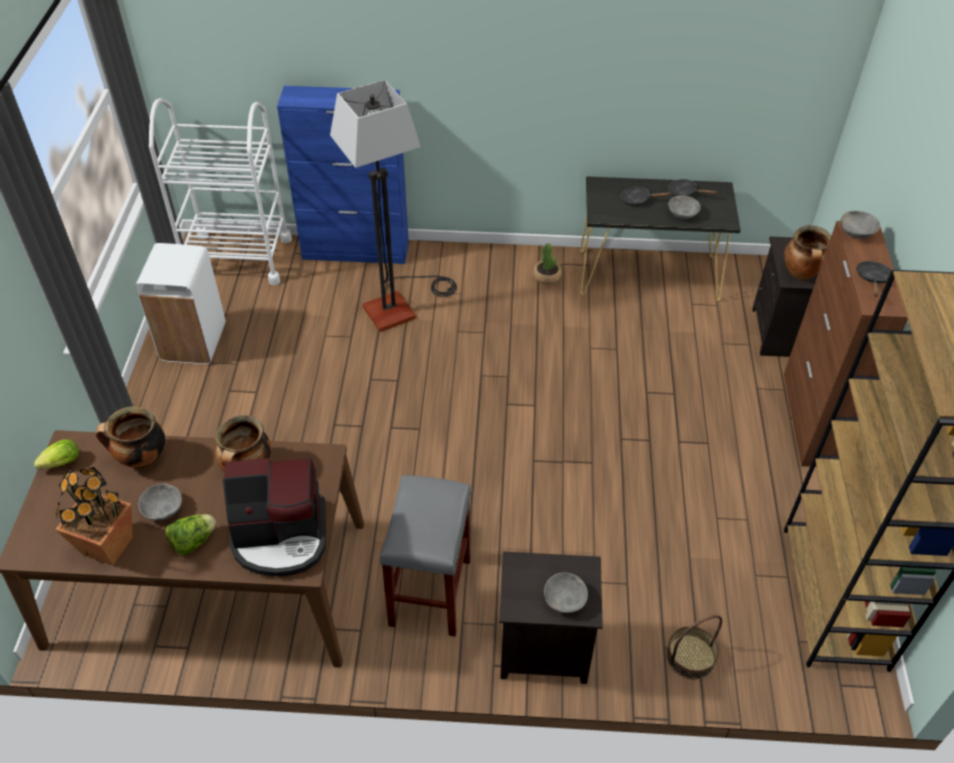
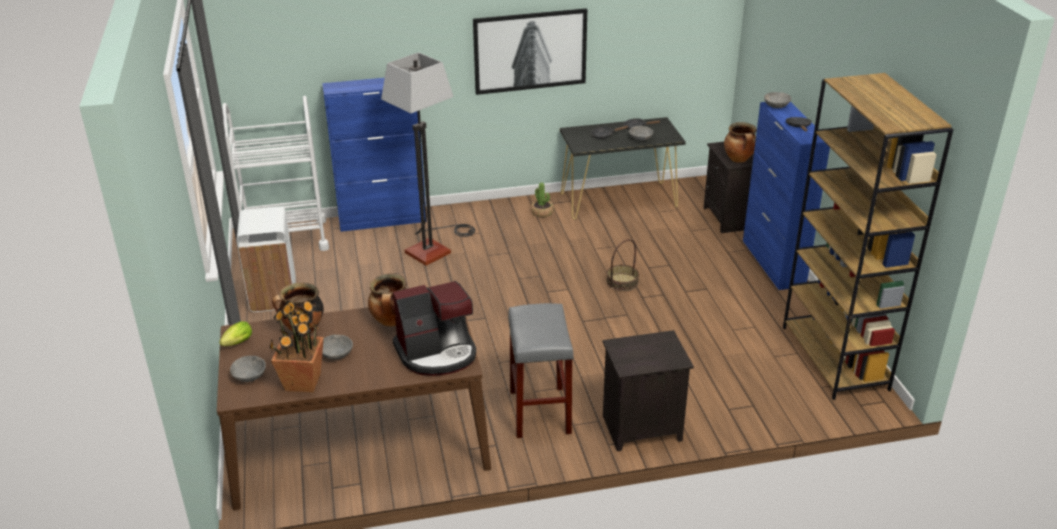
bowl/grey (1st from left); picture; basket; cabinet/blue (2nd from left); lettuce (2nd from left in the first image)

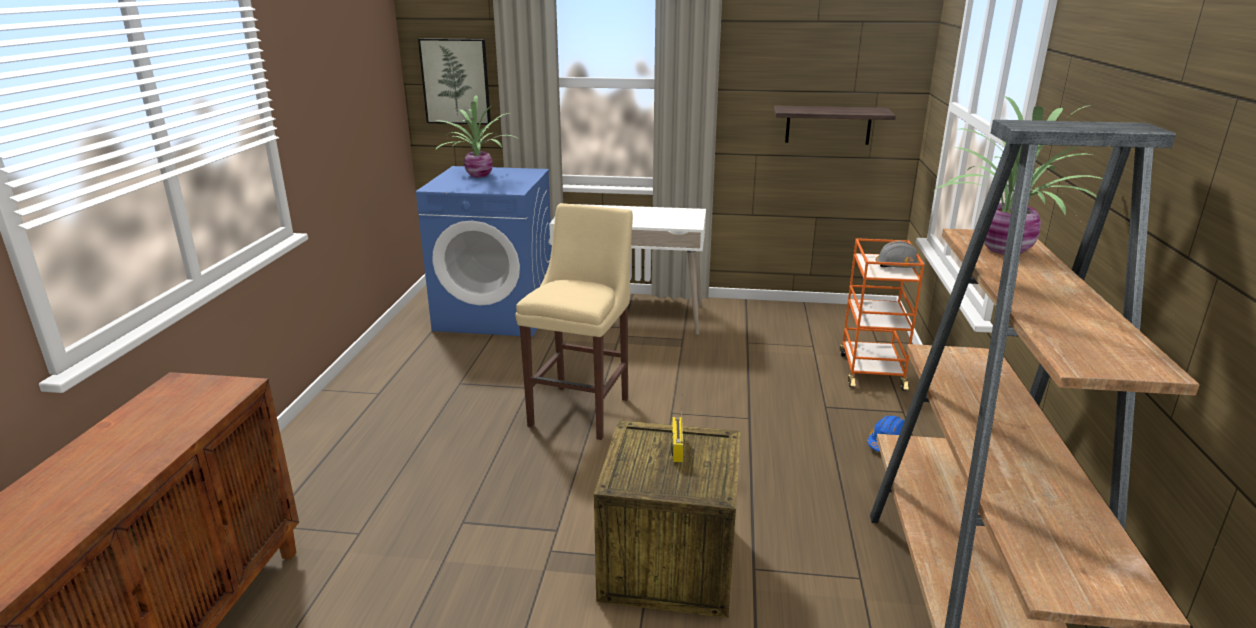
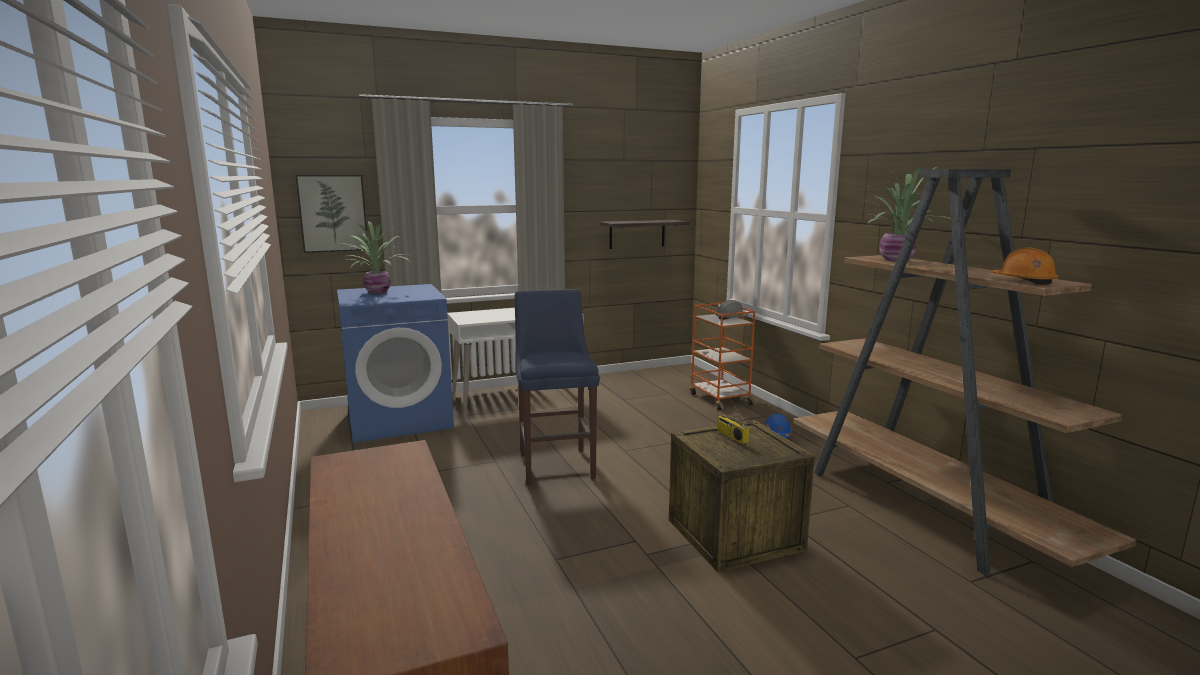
stool/blue; hard hat/orange

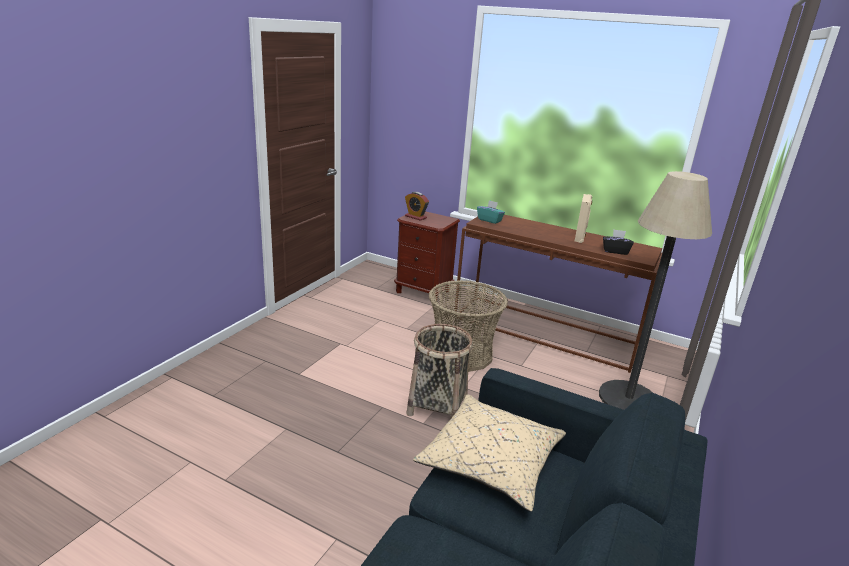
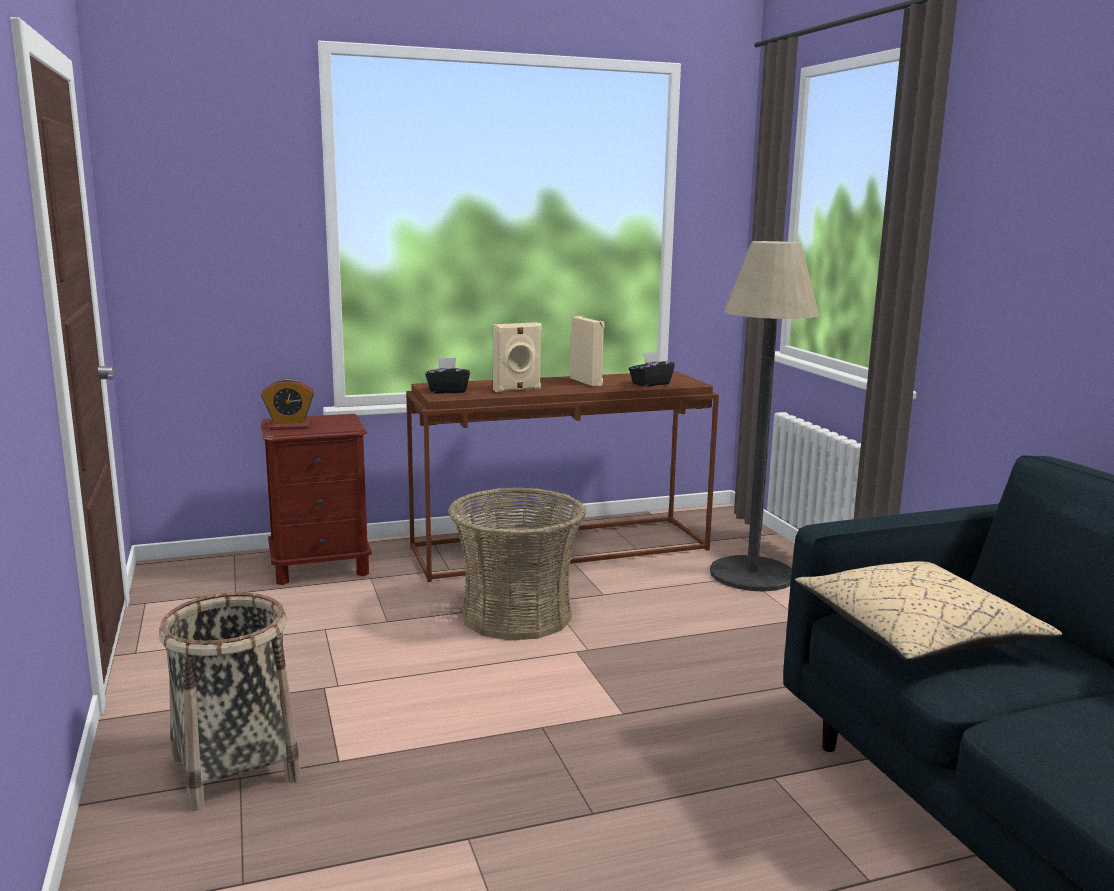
basket (1st from left); tissue box/black (1st from left); speaker/beige (1st from left)

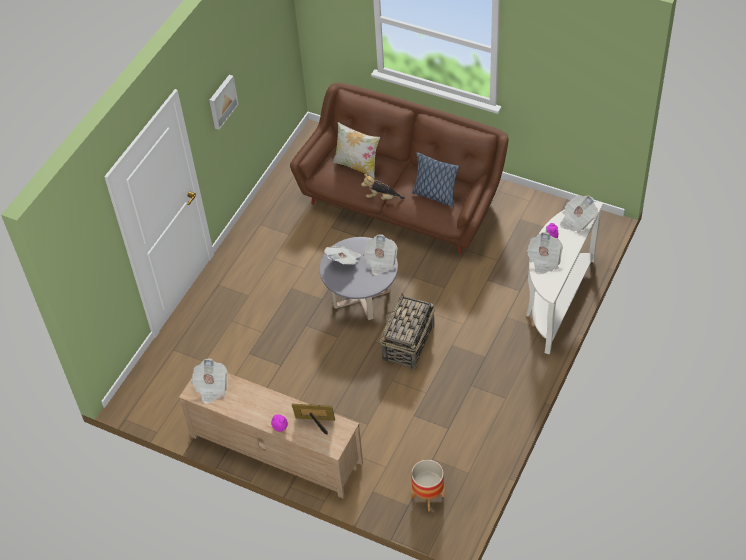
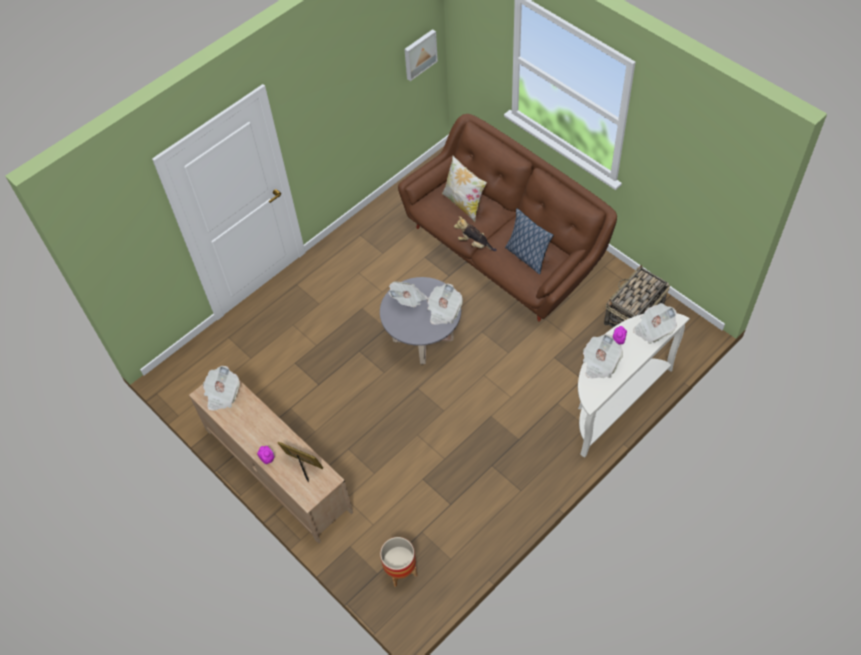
picture; basket

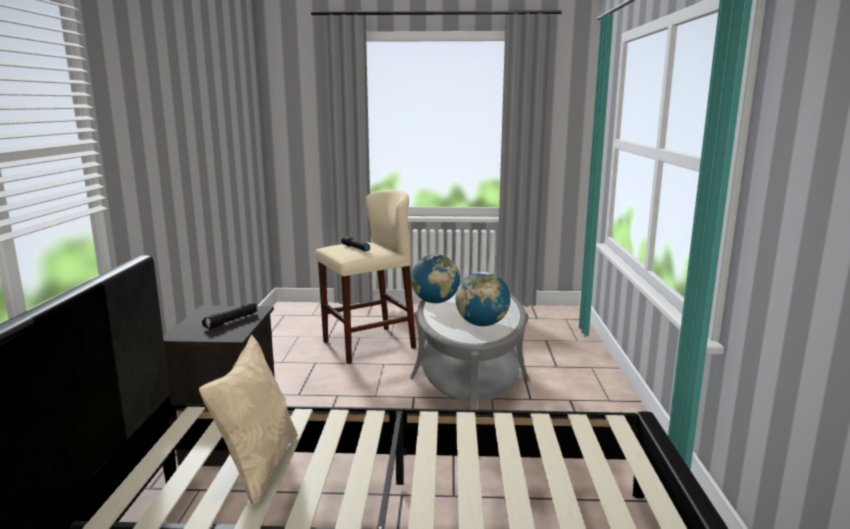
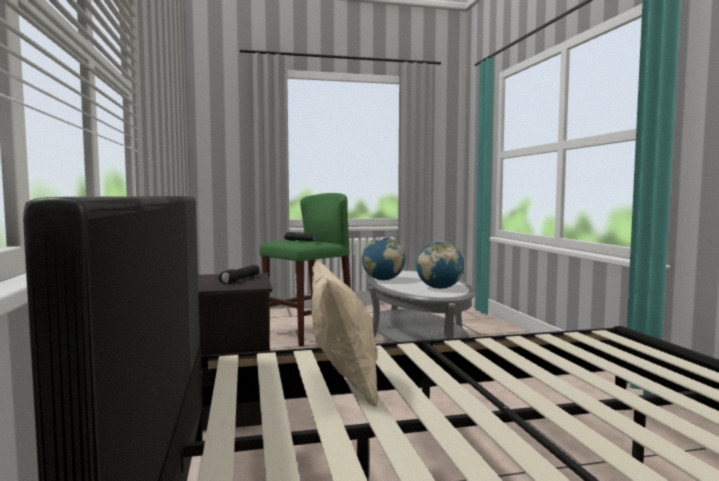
stool/green

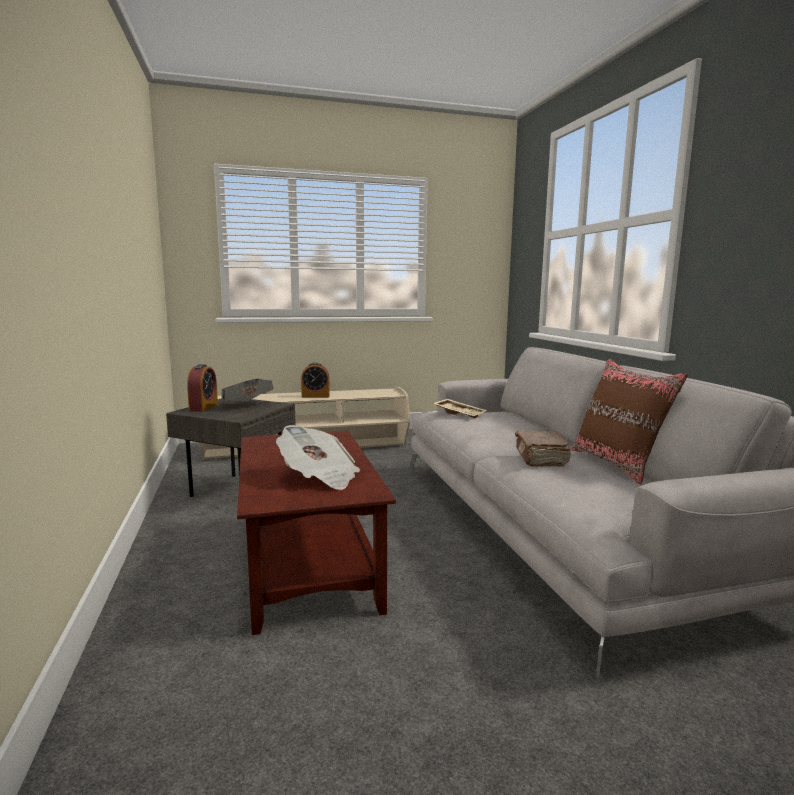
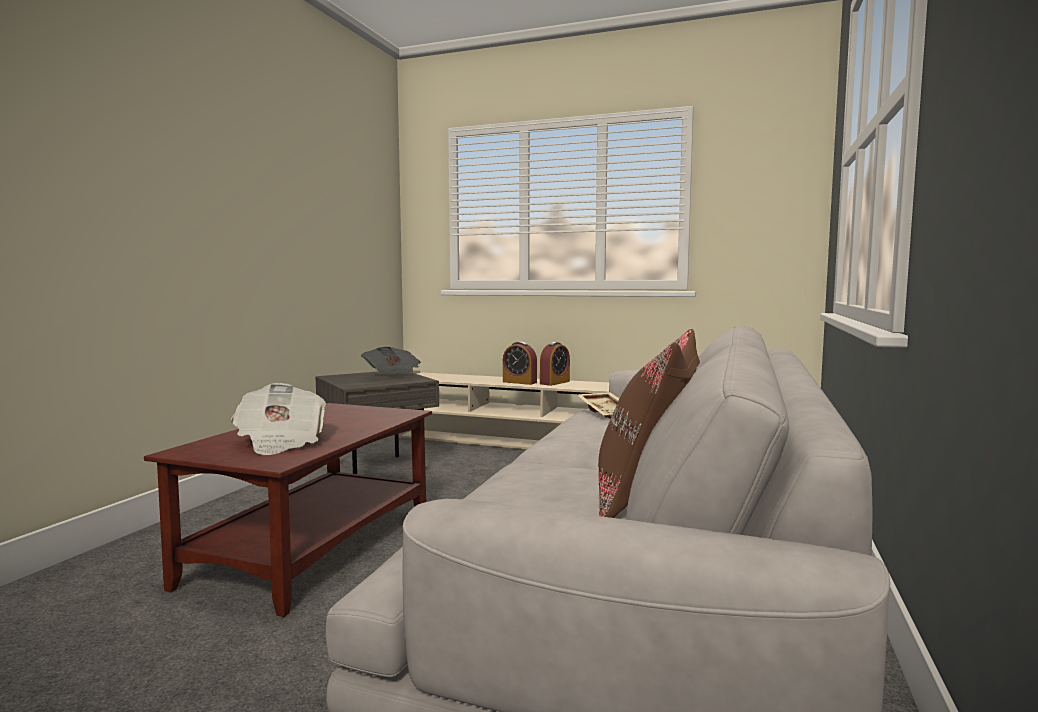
alarm clock (2nd from left); book/brown

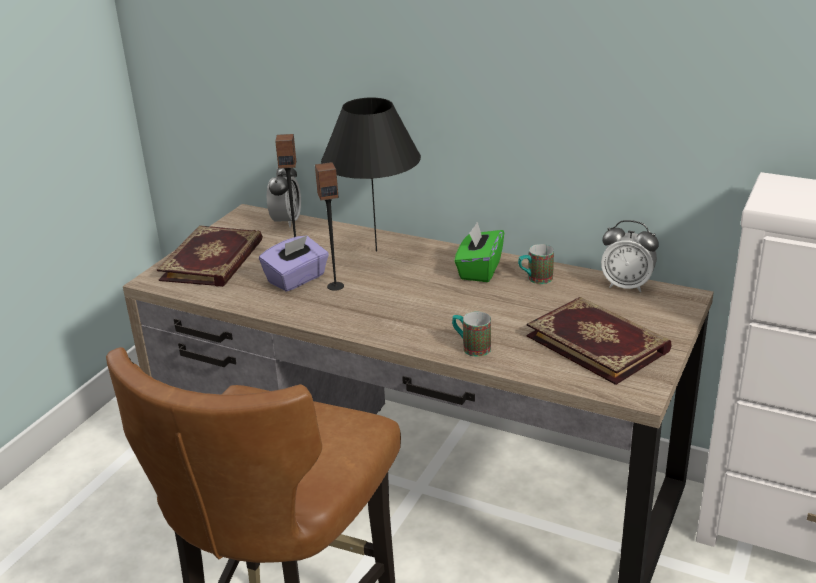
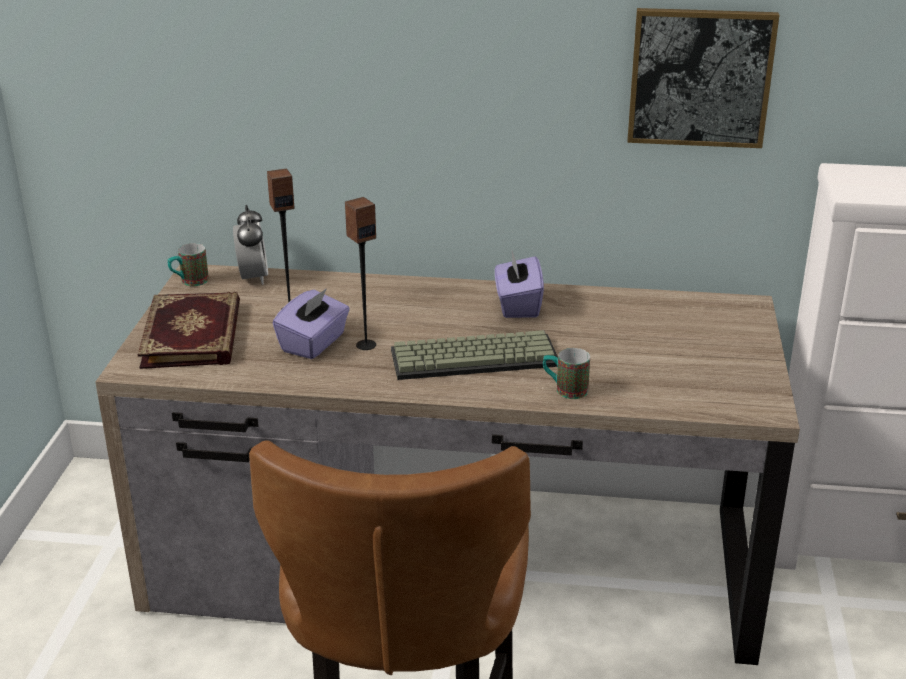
mug (1st from left); keyboard; tissue box/purple (2nd from left); picture; table lamp/black; book (2nd from left in the first image); alarm clock (2nd from left in the first image)

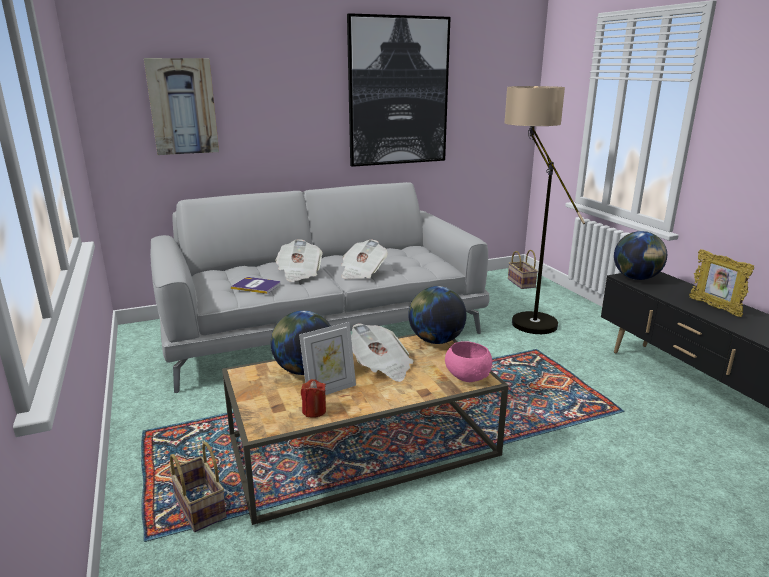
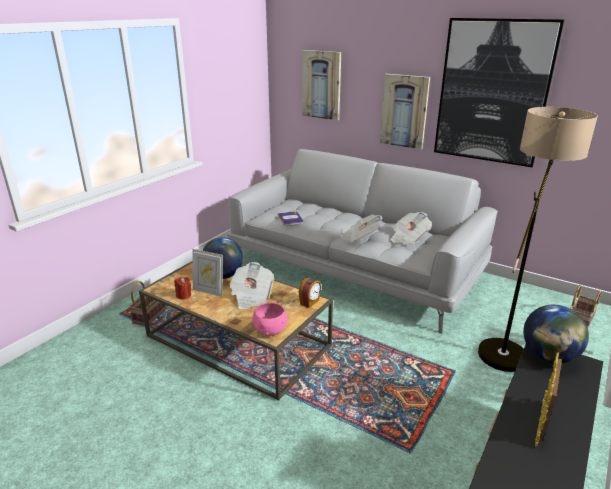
alarm clock; picture (2nd from left); newspaper (3rd from left)

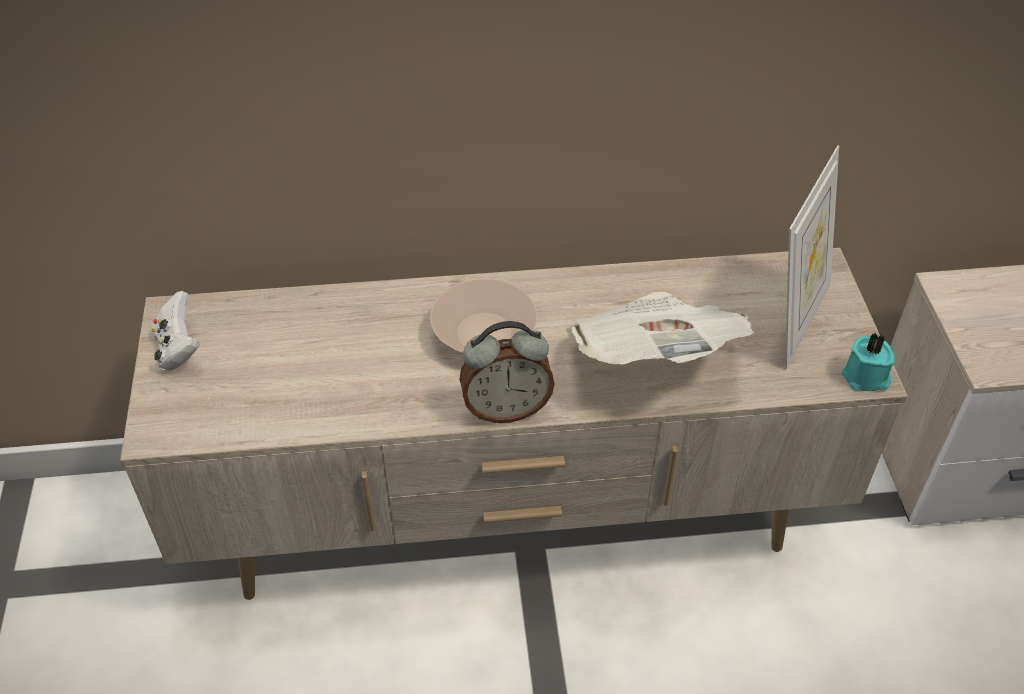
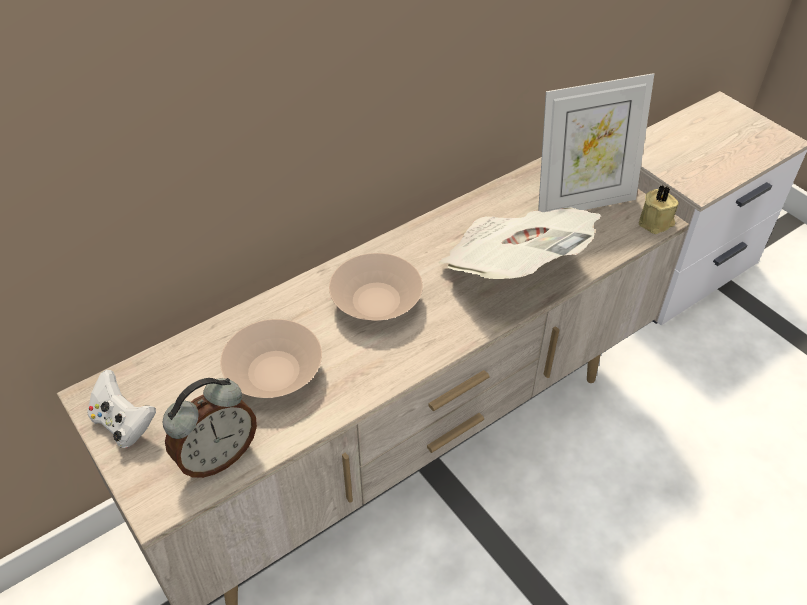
alarm clock; bowl/beige (1st from left); picture frame; candle/beige

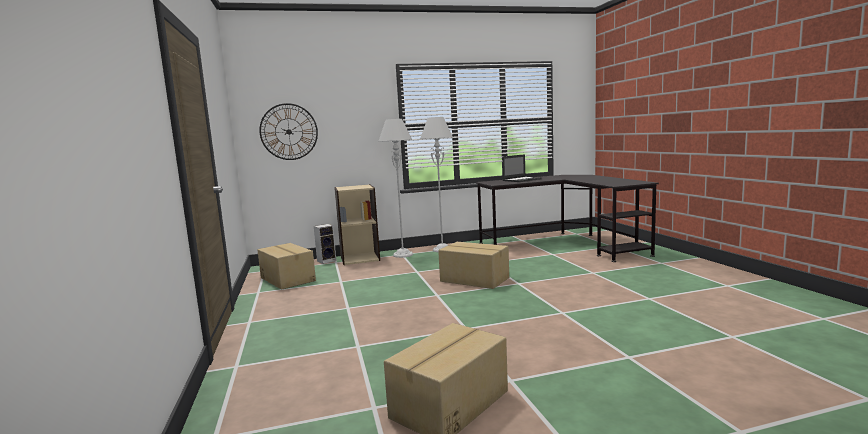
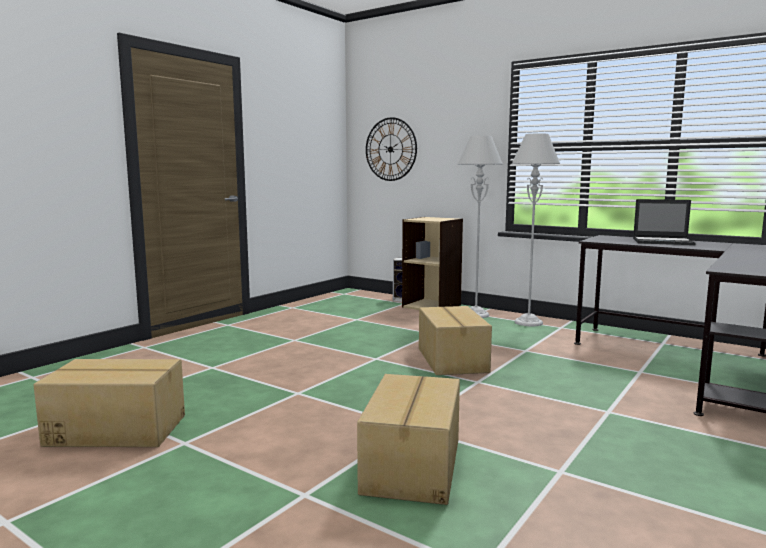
cardboard box (2nd from left)

